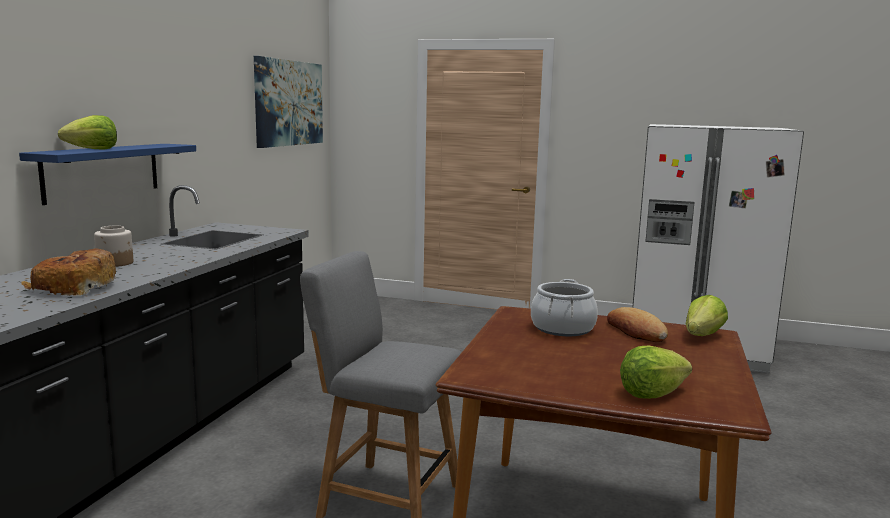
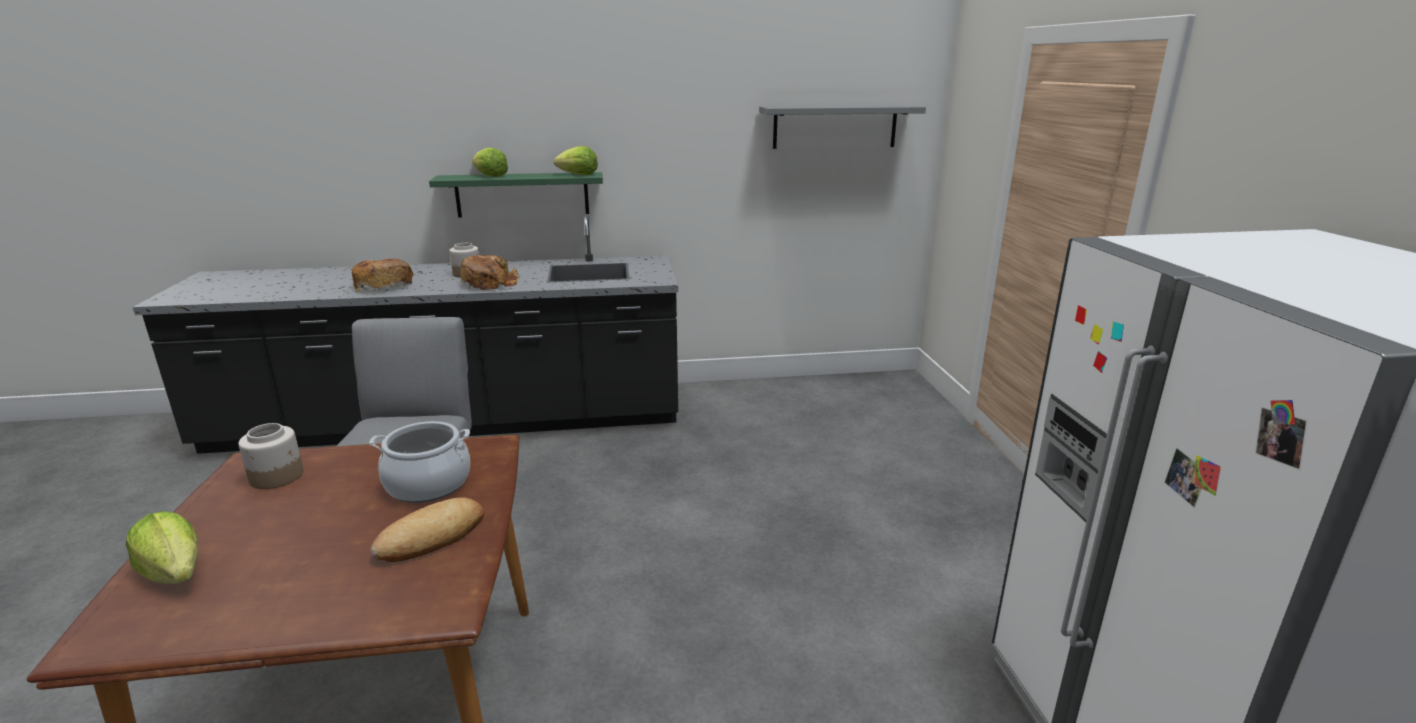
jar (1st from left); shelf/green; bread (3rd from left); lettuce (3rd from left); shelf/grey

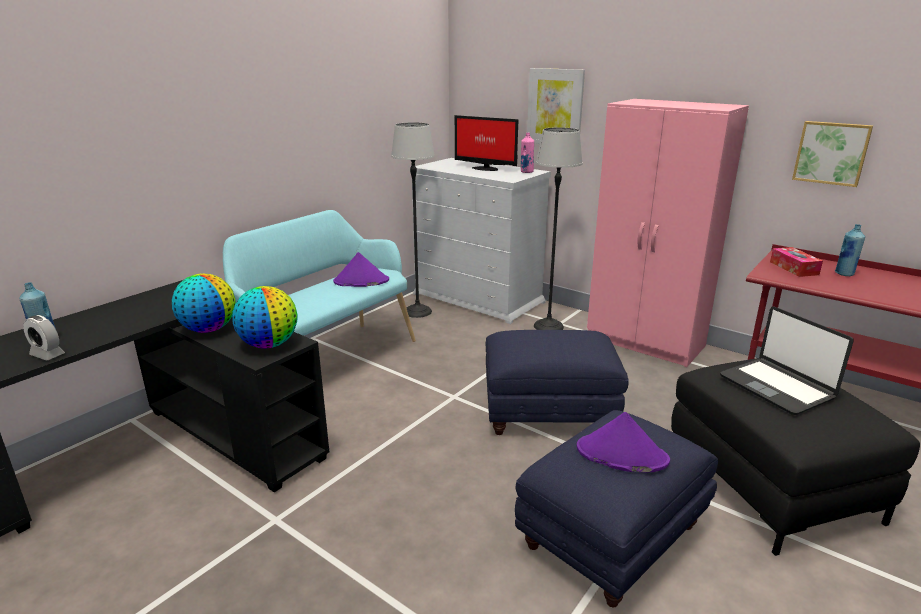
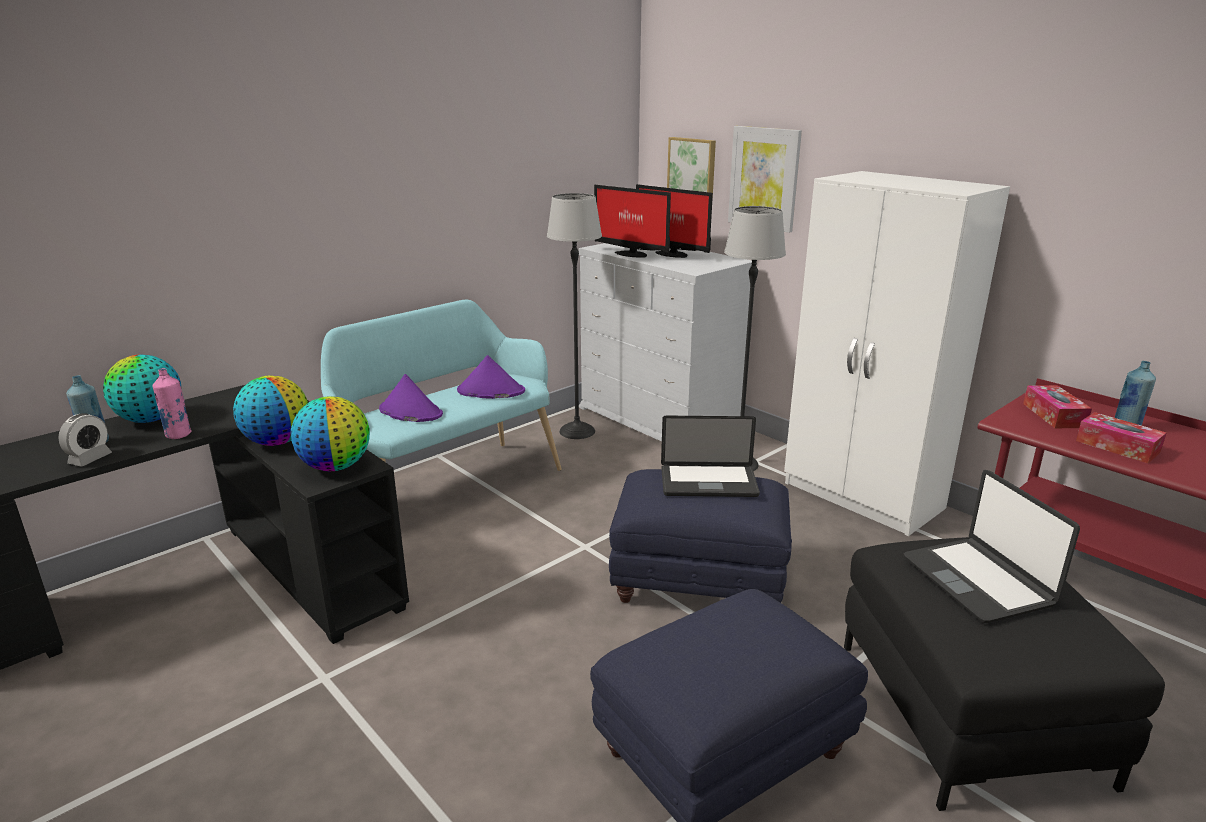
alarm clock; globe (1st from left); bottle/pink; hat/purple (1st from left); monitor (1st from left); laptop (1st from left); picture (1st from left); wardrobe/white; tissue box (2nd from left)

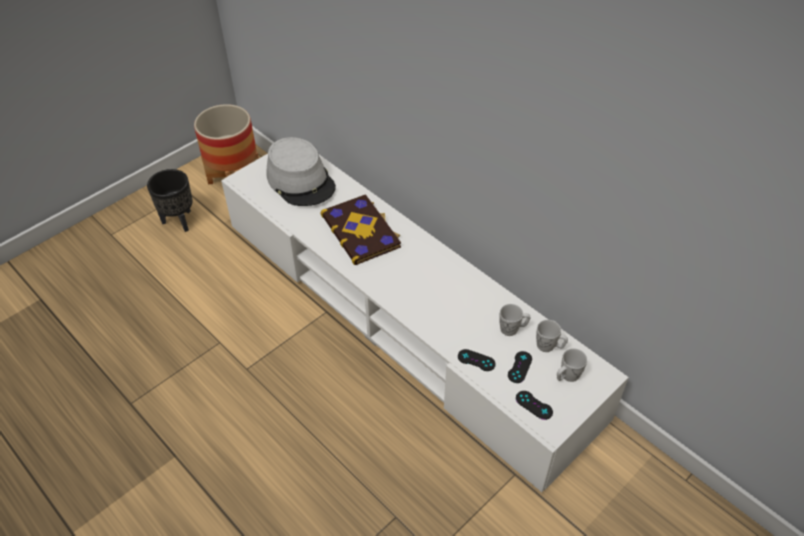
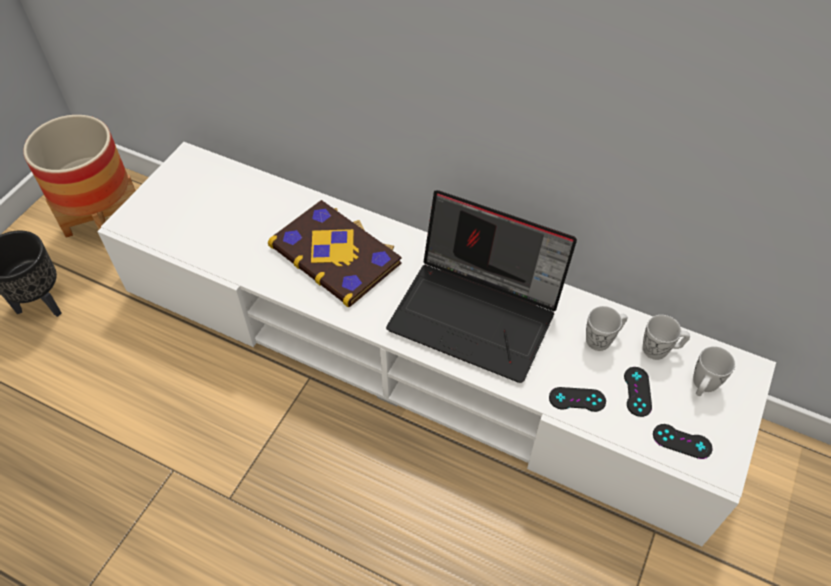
laptop; hat/grey

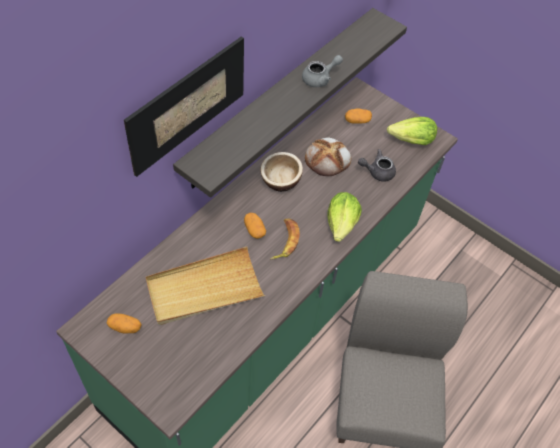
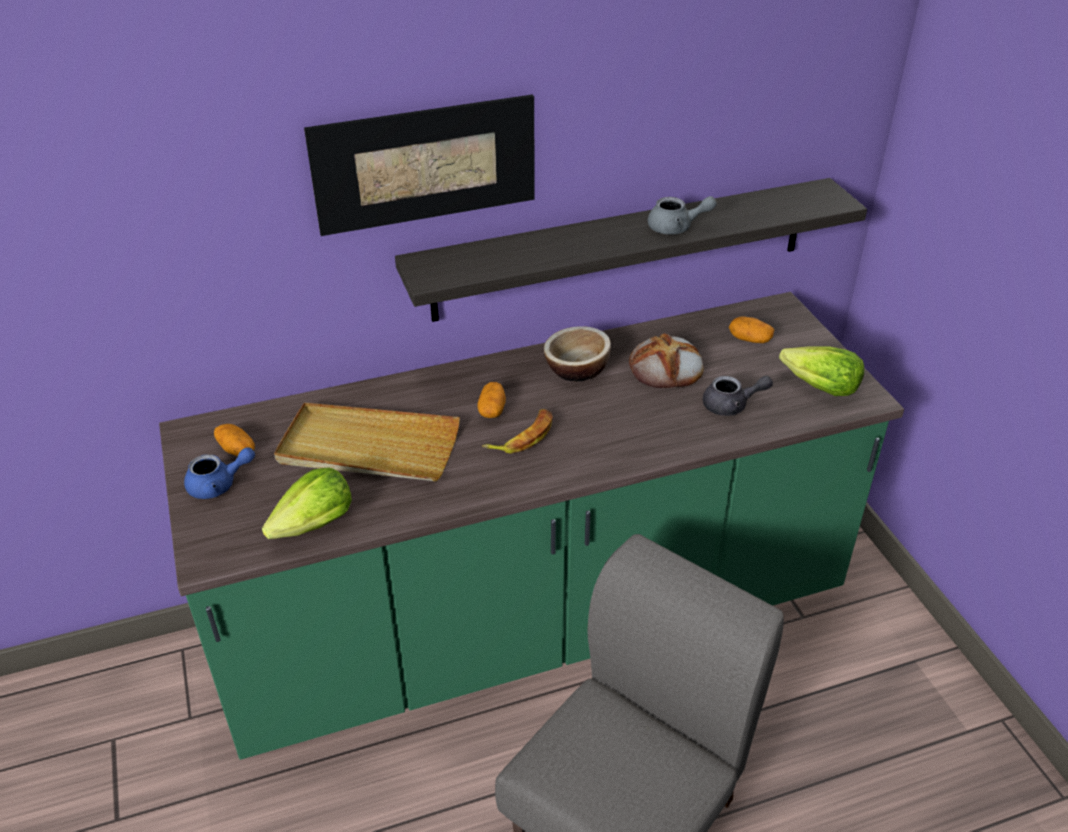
teapot/blue; lettuce (1st from left); teapot/grey (2nd from left)

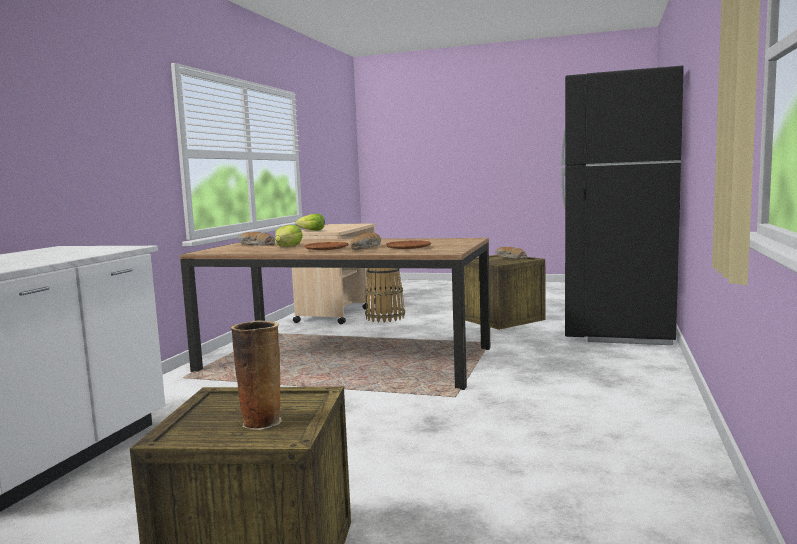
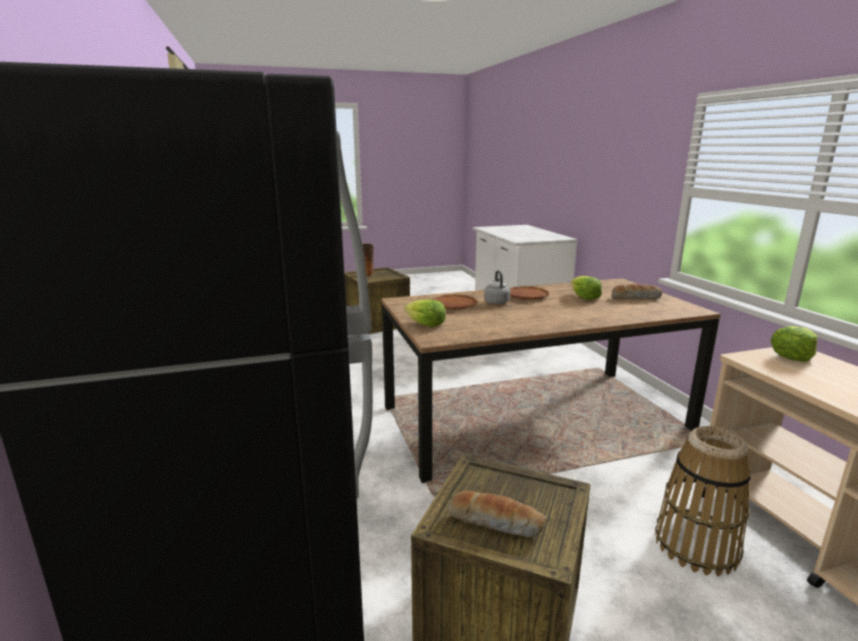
lettuce (1st from left); kettle/grey

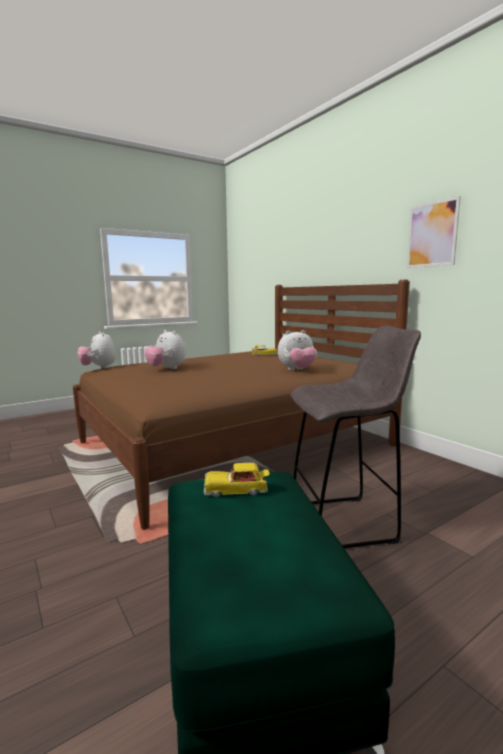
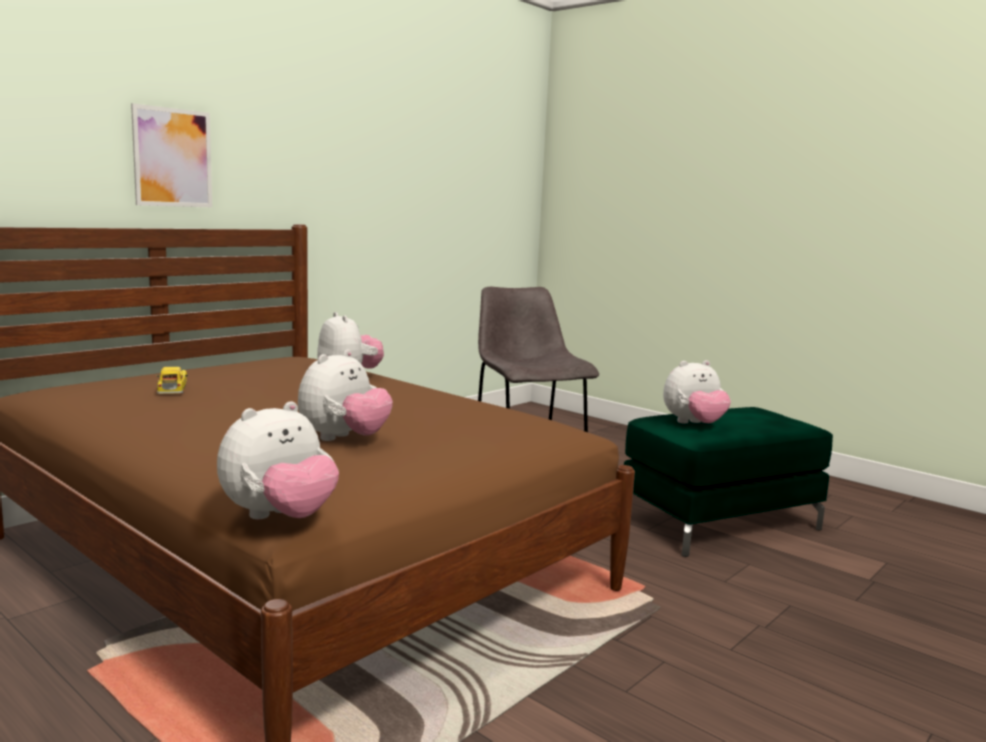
picture; plush toy (4th from left)

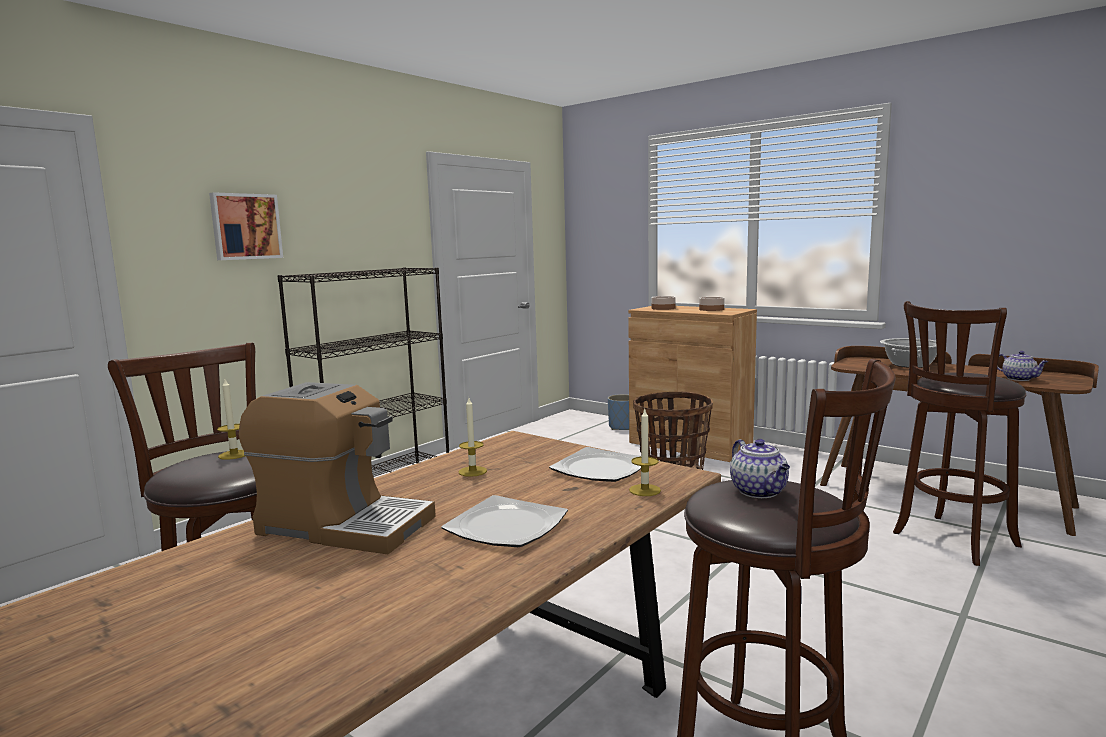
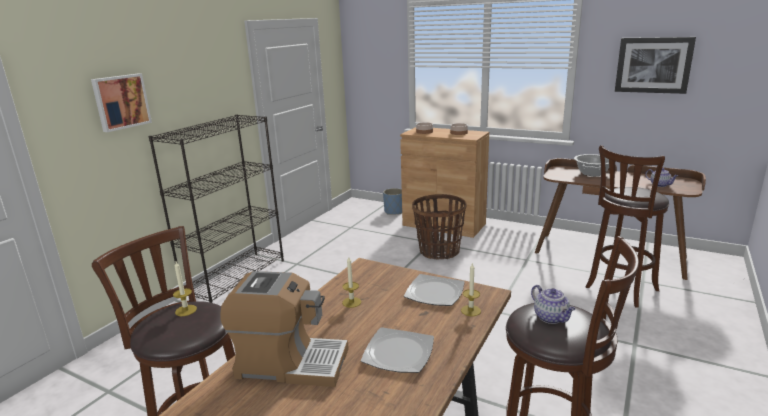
picture (2nd from left)

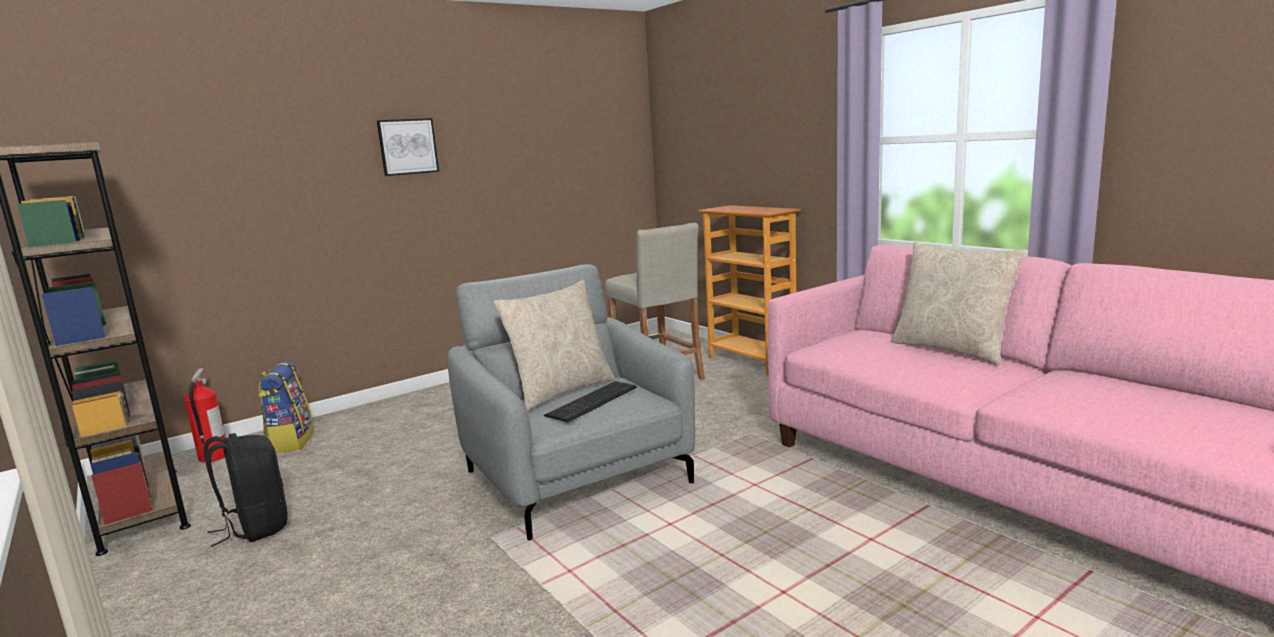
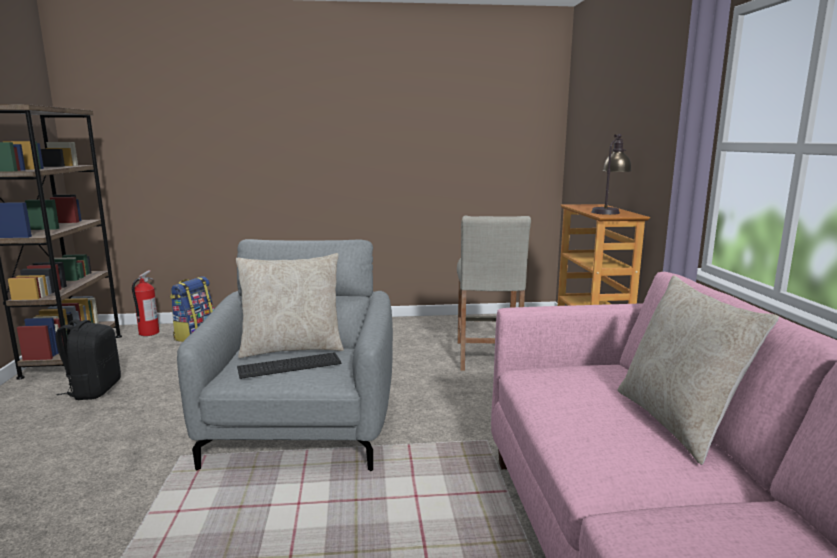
table lamp; picture

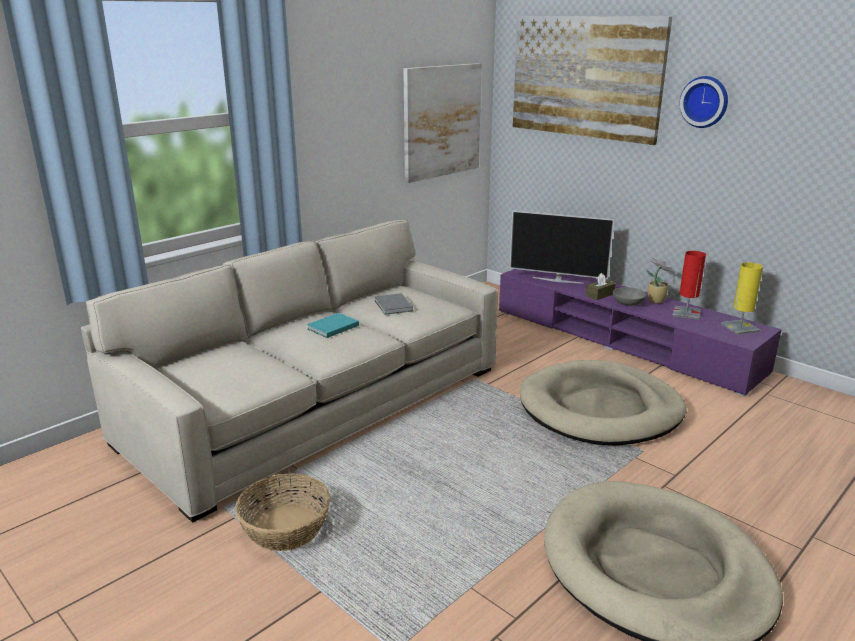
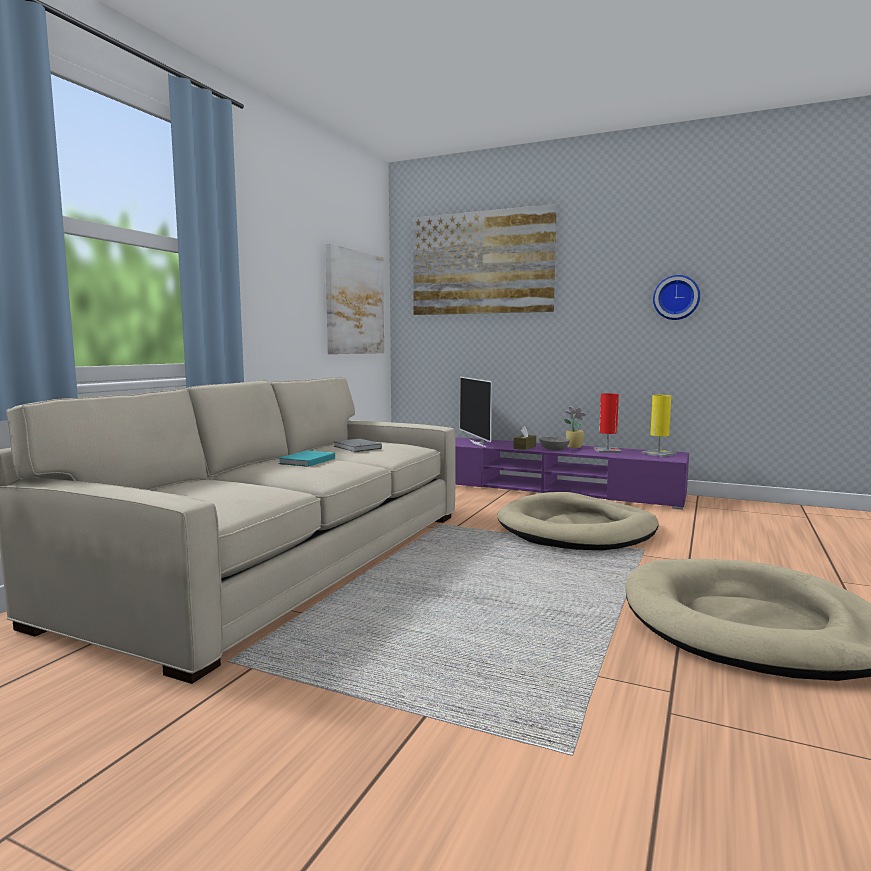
television; wall clock; basket

